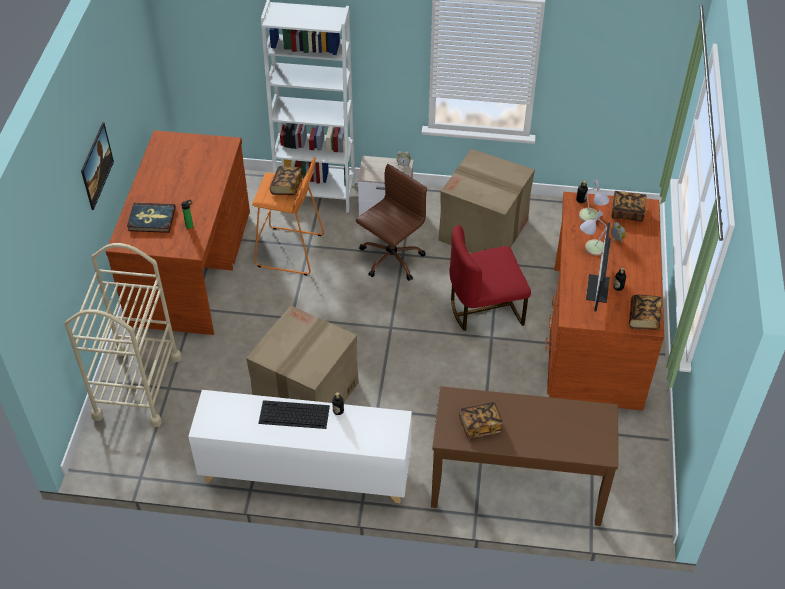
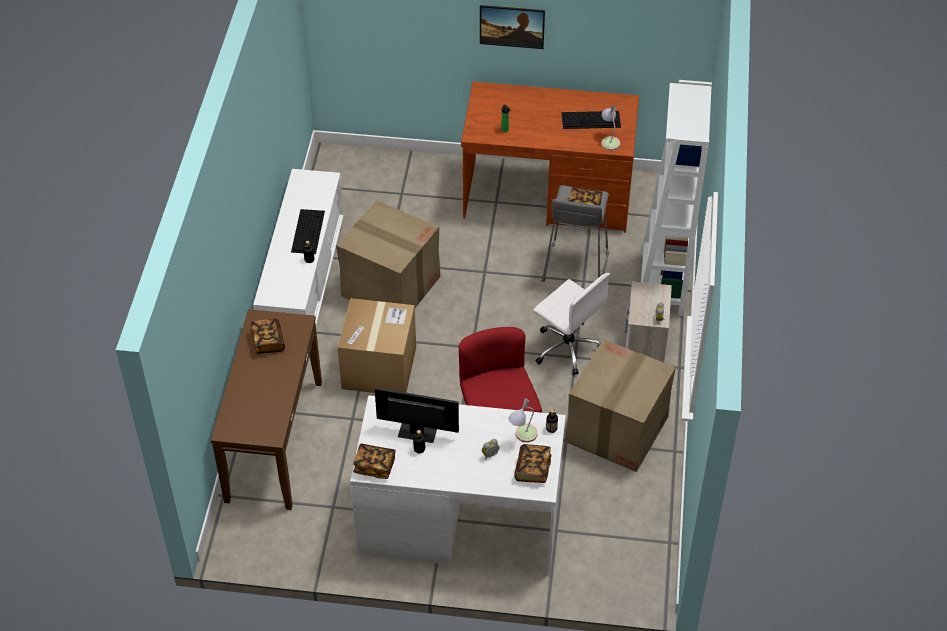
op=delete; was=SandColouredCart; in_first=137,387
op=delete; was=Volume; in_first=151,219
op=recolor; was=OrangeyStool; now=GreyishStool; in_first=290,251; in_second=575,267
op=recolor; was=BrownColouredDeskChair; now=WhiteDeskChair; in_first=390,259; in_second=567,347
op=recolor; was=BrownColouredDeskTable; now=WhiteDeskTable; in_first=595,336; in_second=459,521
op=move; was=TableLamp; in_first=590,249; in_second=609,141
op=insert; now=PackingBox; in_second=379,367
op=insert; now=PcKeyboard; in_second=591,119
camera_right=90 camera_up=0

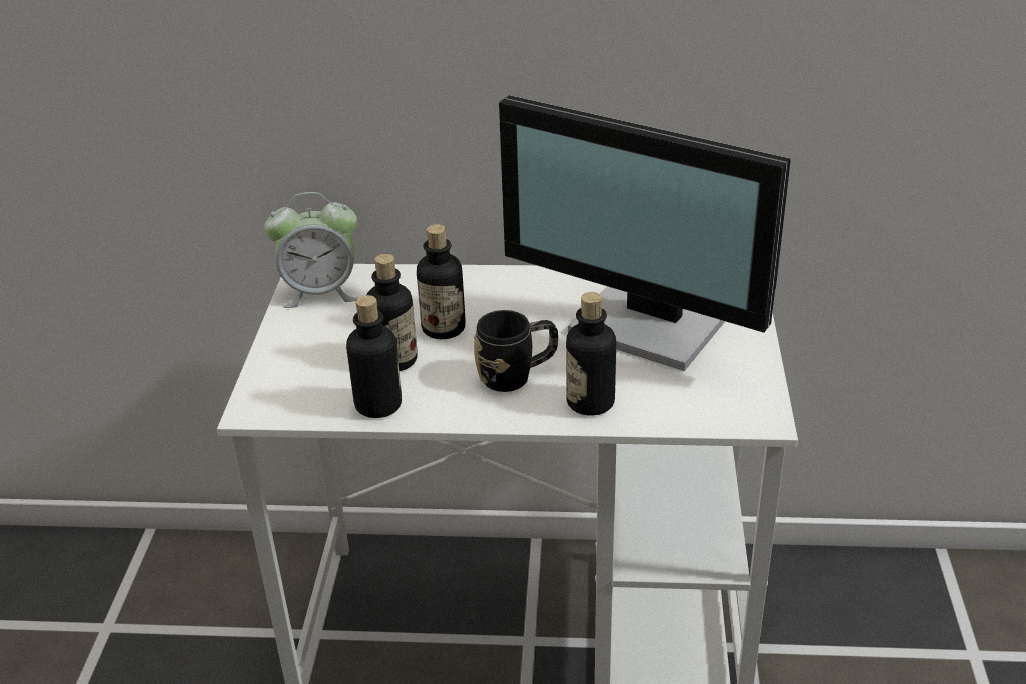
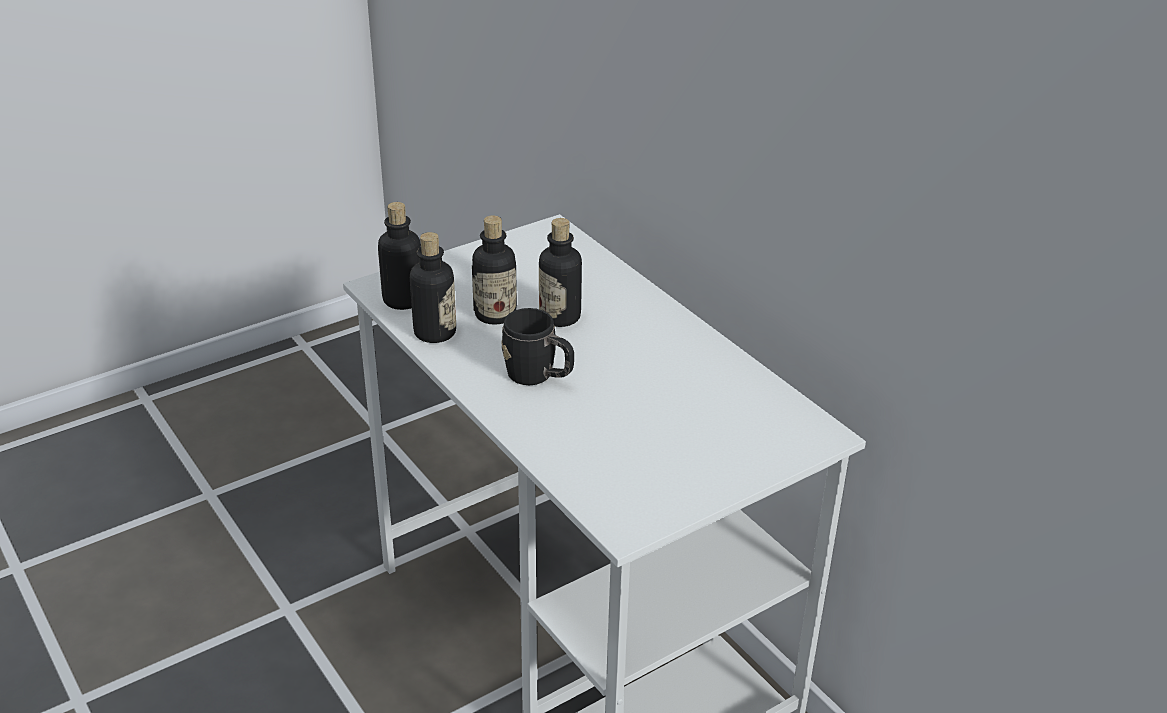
op=delete; was=AlarmClock; in_first=320,292
op=delete; was=ComputerDisplay; in_first=652,324
op=move; was=Bottle; in_first=590,402; in_second=403,300
camera_right=50 camera_up=0

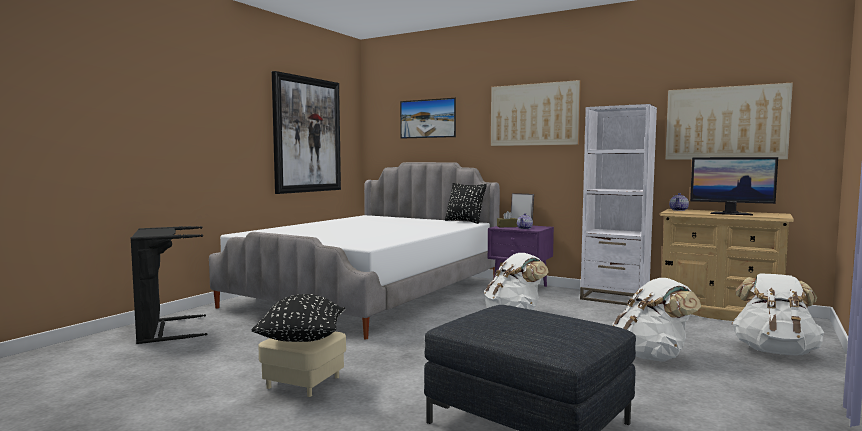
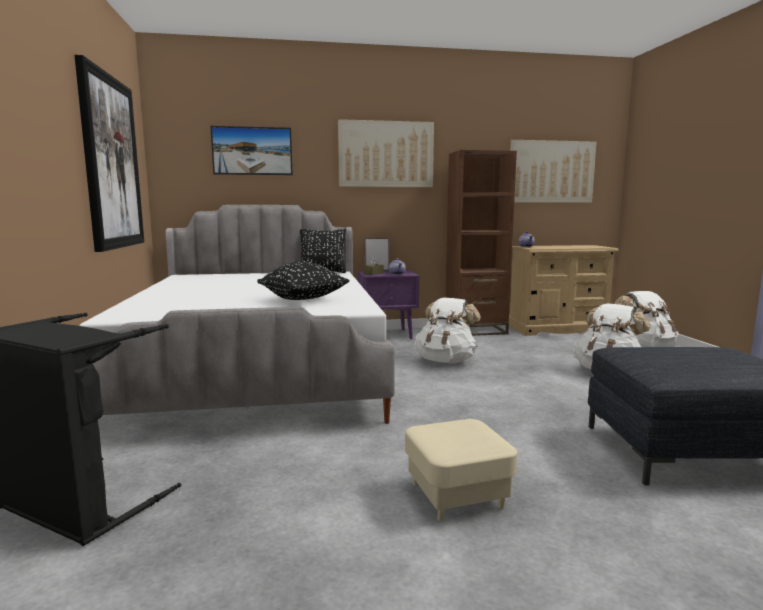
op=move; was=BlackishThrowPillow; in_first=301,340; in_second=303,299
op=recolor; was=WhiteBookshelf; now=BrownColouredBookshelf; in_first=614,298; in_second=475,330
op=delete; was=ComputerDisplay; in_first=730,213
camera_right=-40 camera_up=5

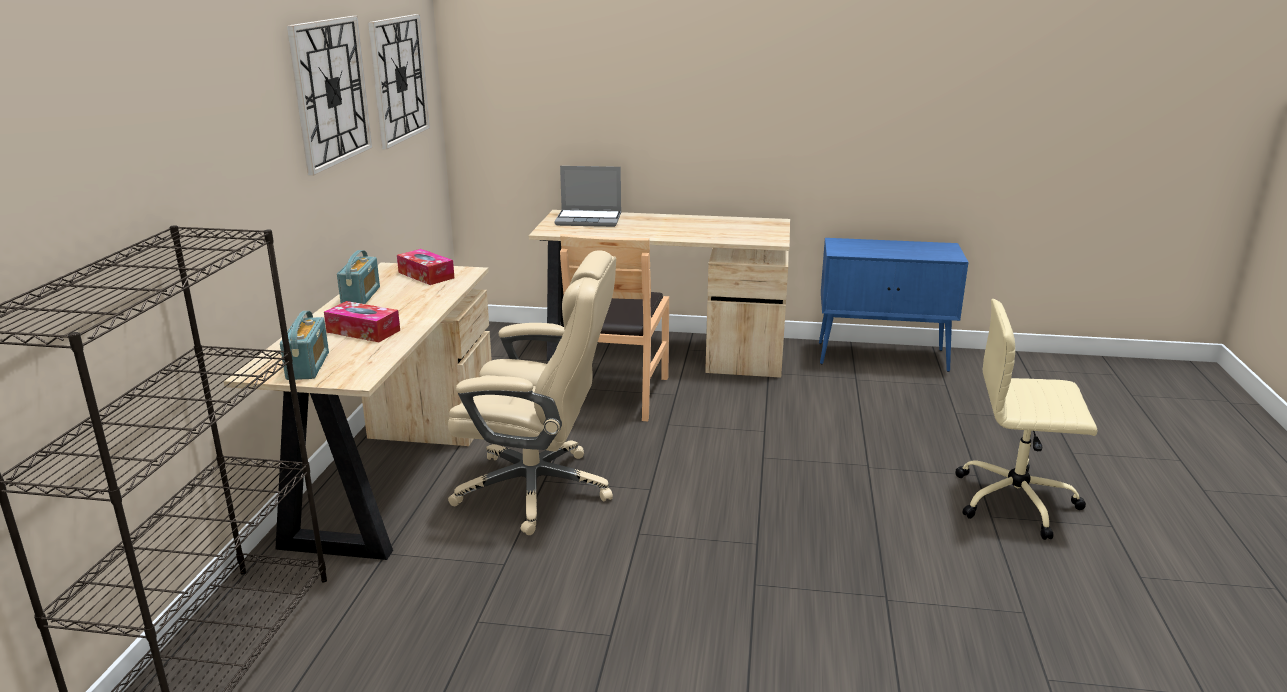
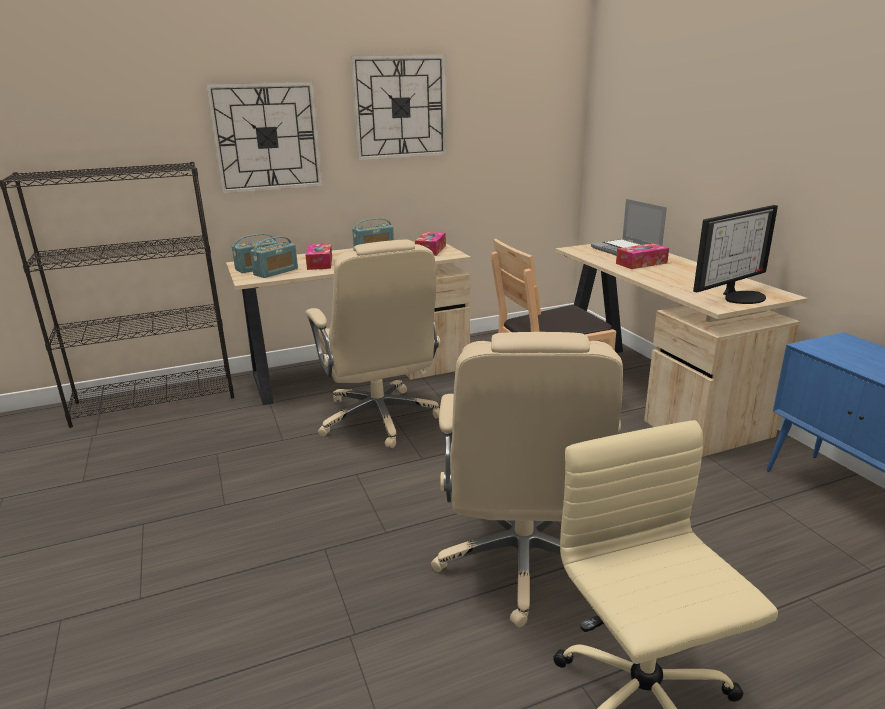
op=move; was=HangingClock; in_first=398,79; in_second=266,137
op=insert; now=Radio; in_second=276,272
op=insert; now=SandColouredDeskChair; in_second=523,562
op=insert; now=TissueBox; in_second=641,263
op=insert; now=ComputerDisplay; in_second=740,296
camera_right=60 camera_up=0

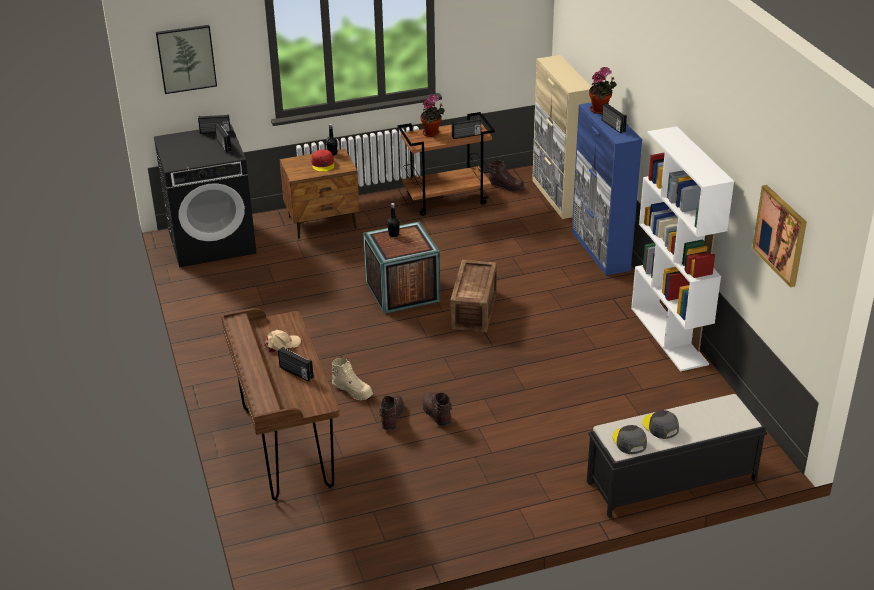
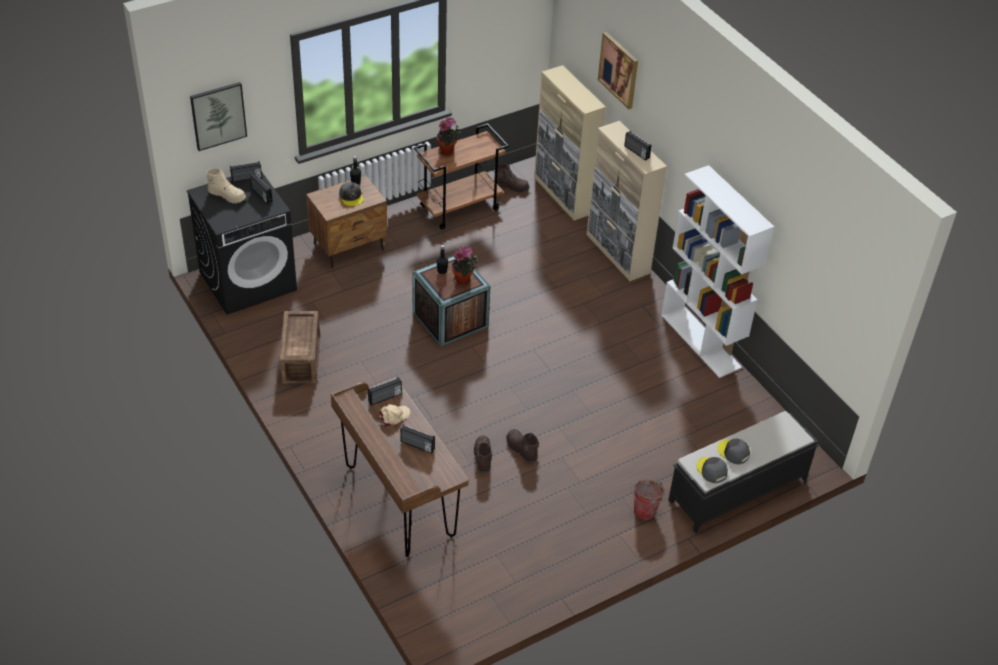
op=recolor; was=RedBaseballCap; now=GreyishBaseballCap; in_first=323,164; in_second=351,197
op=move; was=SandColouredHighTopBoot; in_first=353,391; in_second=227,195
op=move; was=PackingCrate; in_first=475,309; in_second=302,358
op=move; was=Radio; in_first=466,136; in_second=385,398
op=recolor; was=BlueCabinet; now=SandColouredCabinet; in_first=600,251; in_second=618,254
op=move; was=Houseplant; in_first=600,110; in_second=463,281
op=move; was=WallArt; in_first=780,235; in_second=619,70
op=insert; now=WaterBucket; in_second=646,510
camera_right=-15 camera_up=10

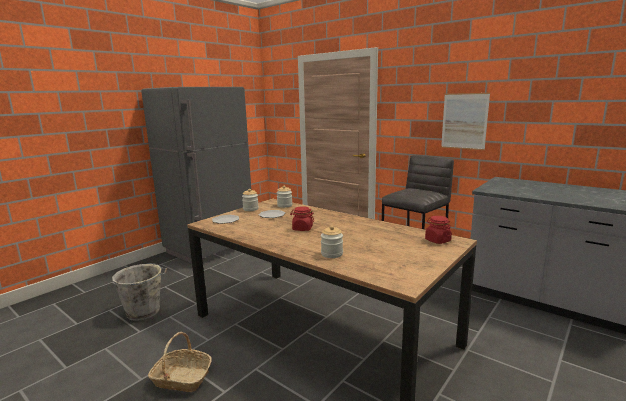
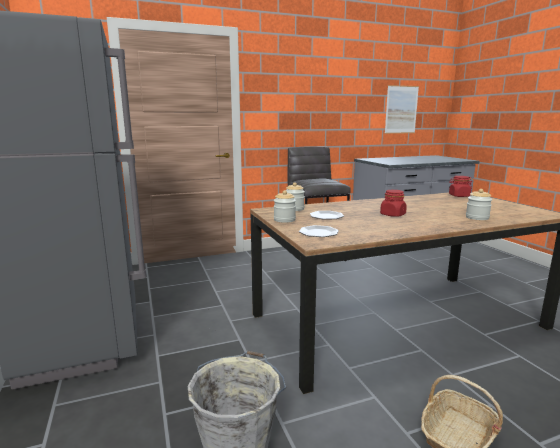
op=move; was=WallArt; in_first=464,121; in_second=401,109
camera_right=-60 camera_up=0

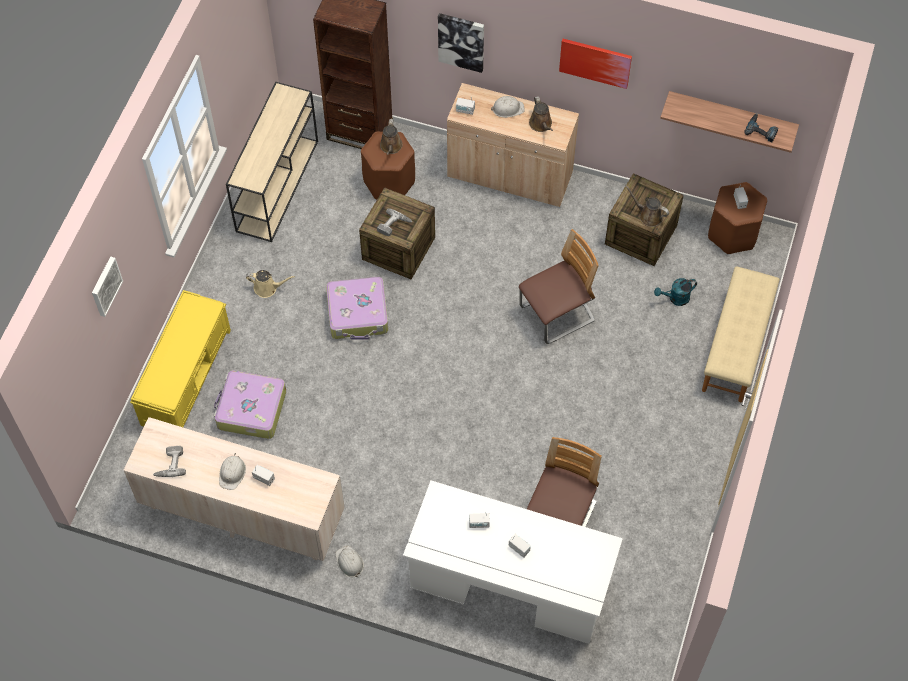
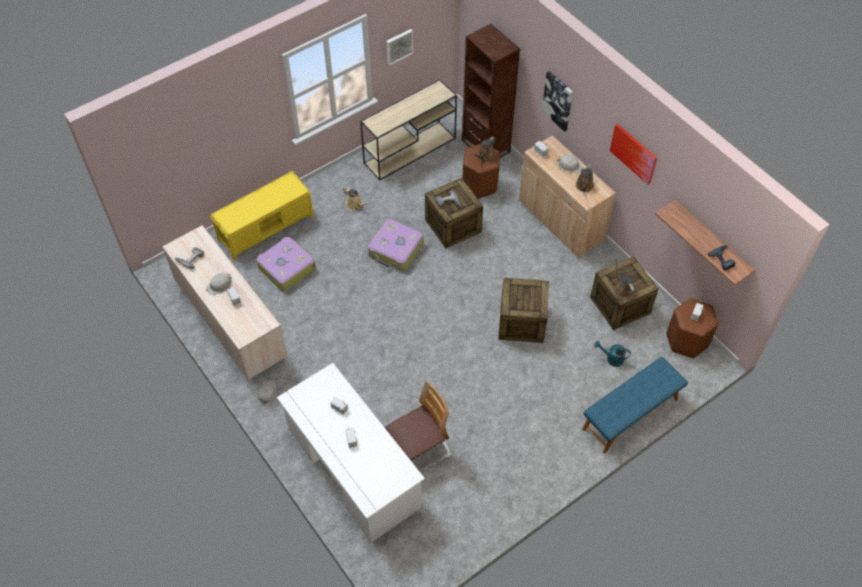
op=move; was=WallArt; in_first=105,286; in_second=398,46
op=replace; was=Chair; now=PackingCrate; in_first=556,314; in_second=521,322
op=recolor; was=SandColouredBench; now=BlueBench; in_first=736,346; in_second=630,414
camera_right=35 camera_up=-5

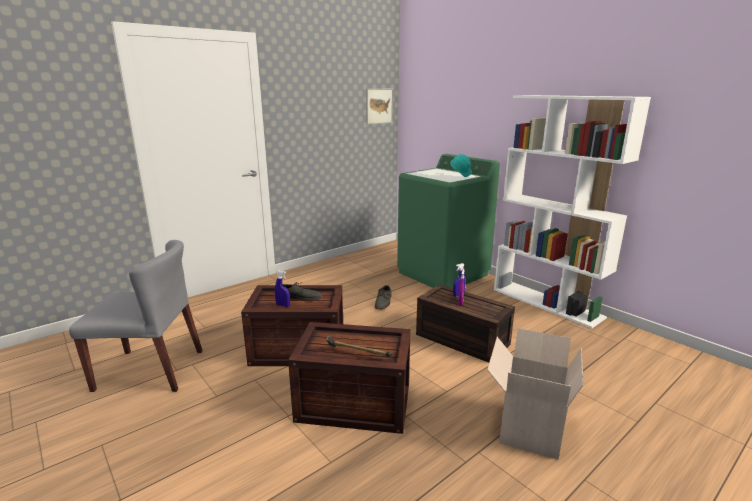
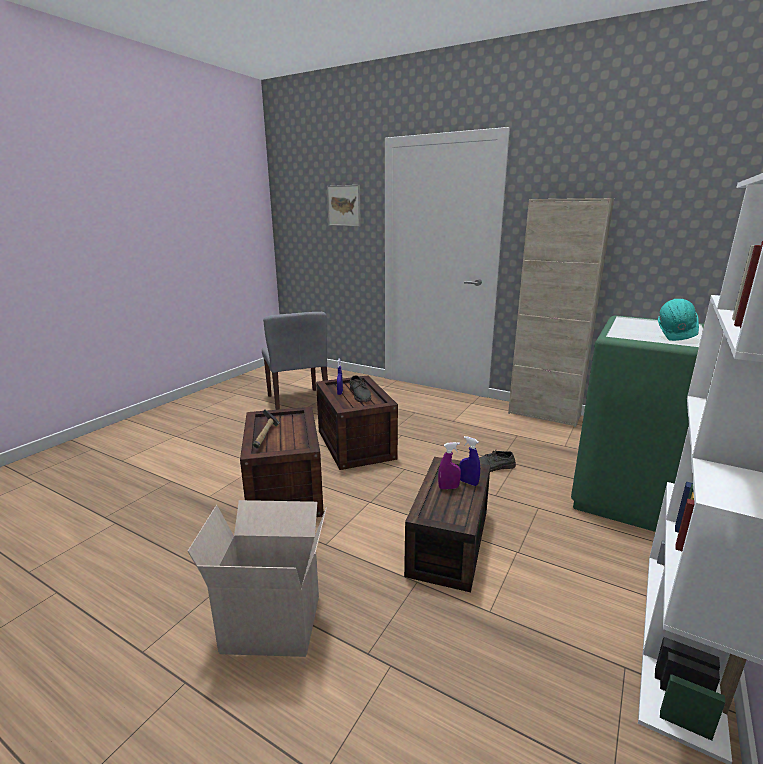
op=move; was=WallArt; in_first=379,106; in_second=344,205
op=insert; now=SandColouredCabinet; in_second=544,414
camera_right=70 camera_up=0

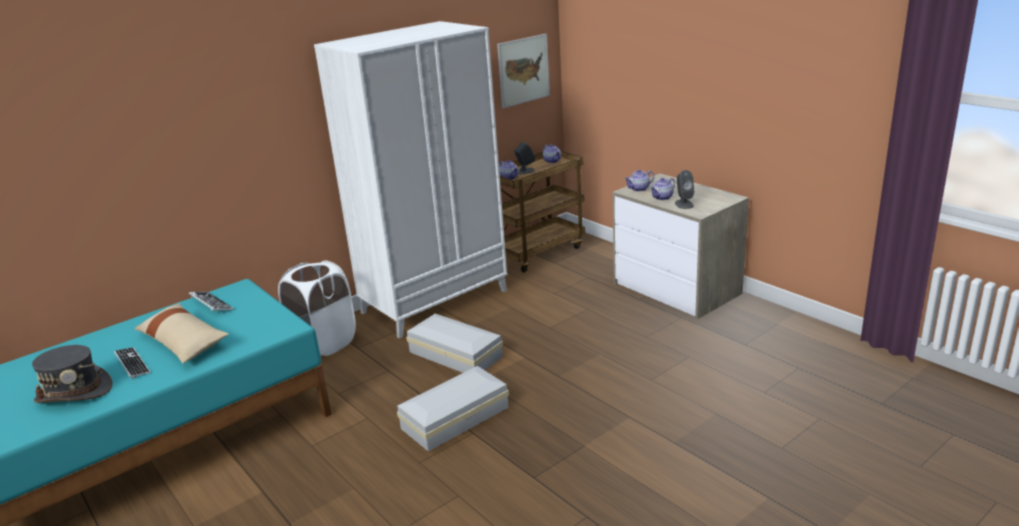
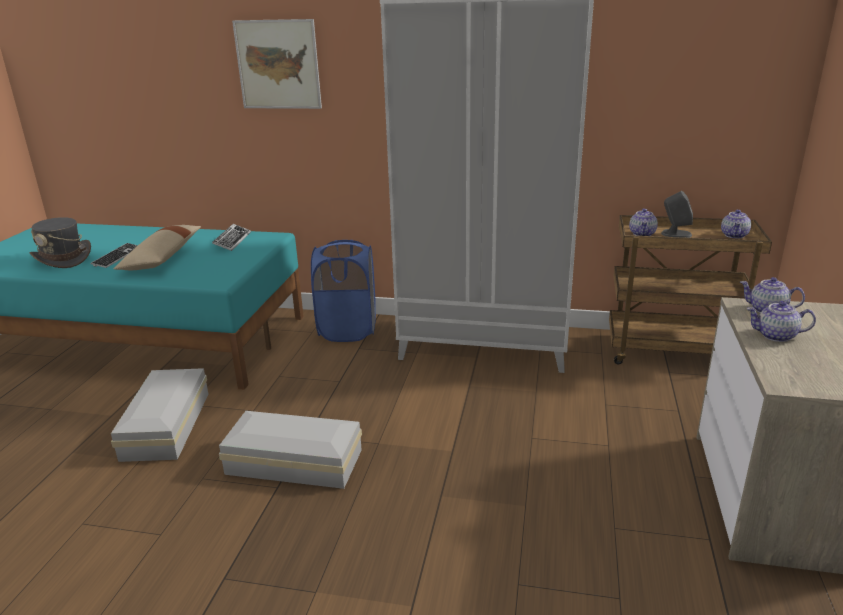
op=recolor; was=WhiteWashingBasket; now=BlueWashingBasket; in_first=324,344; in_second=348,330
op=move; was=WhiteStorageContainer; in_first=455,353; in_second=168,424
op=move; was=WallArt; in_first=523,70; in_second=278,65
op=delete; was=GreyishLoudspeaker; in_first=684,204
camera_right=50 camera_up=0

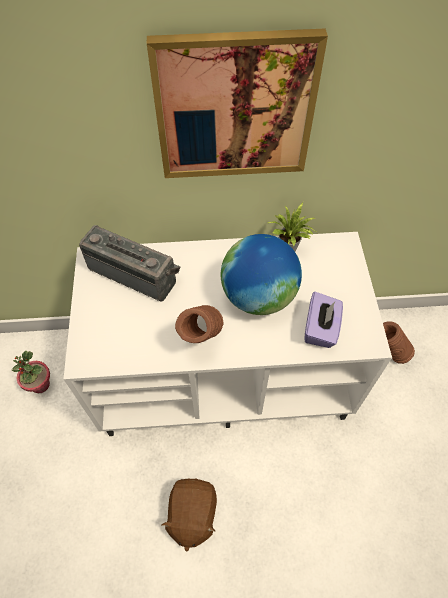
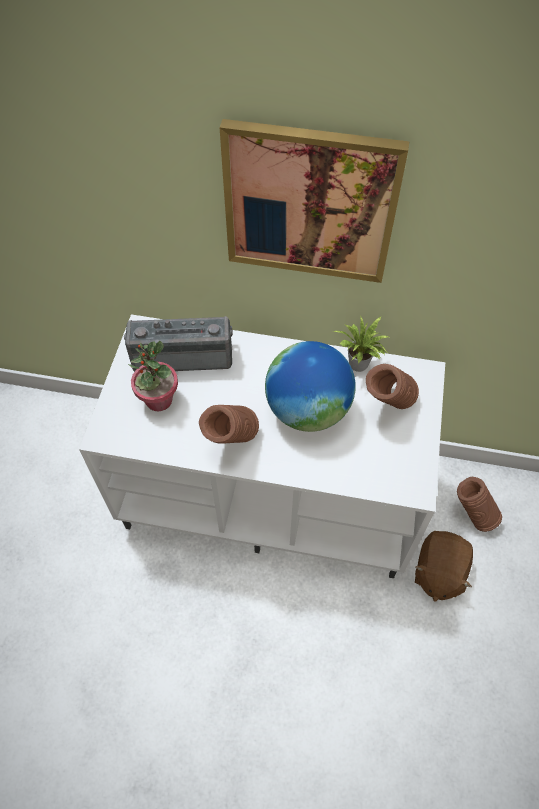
op=move; was=Houseplant; in_first=40,385; in_second=158,400
op=rotate; was=Radio; in_first=135,272; in_second=183,355; clockwise=-45
op=move; was=BrownColouredPlushToy; in_first=192,515; in_second=438,572
op=delete; was=PurpleColouredTissueBox; in_first=320,329
op=insert; now=BrownColouredFlowerVase; in_second=388,406
camera_right=15 camera_up=0

